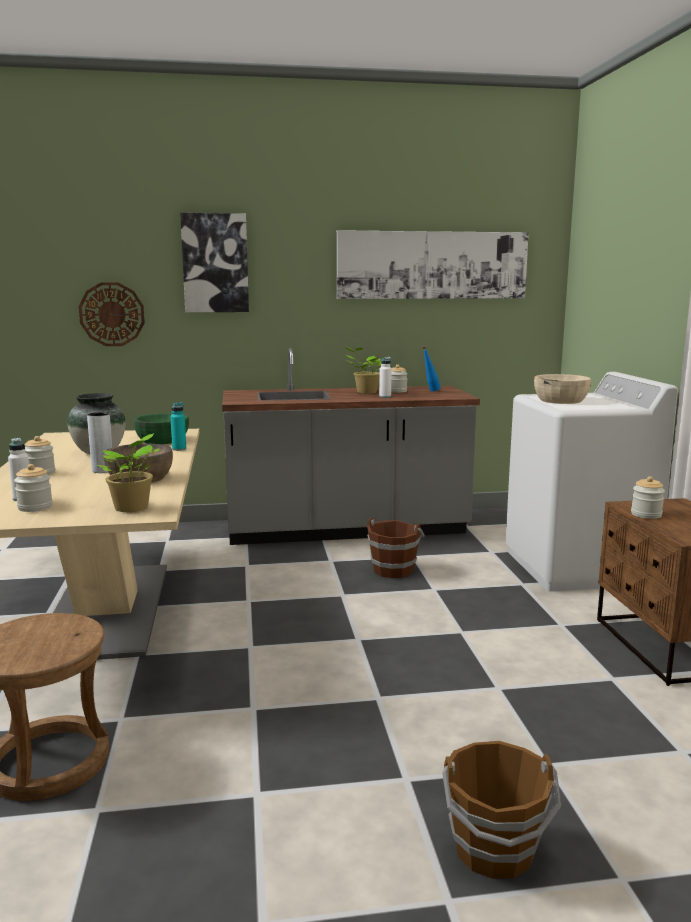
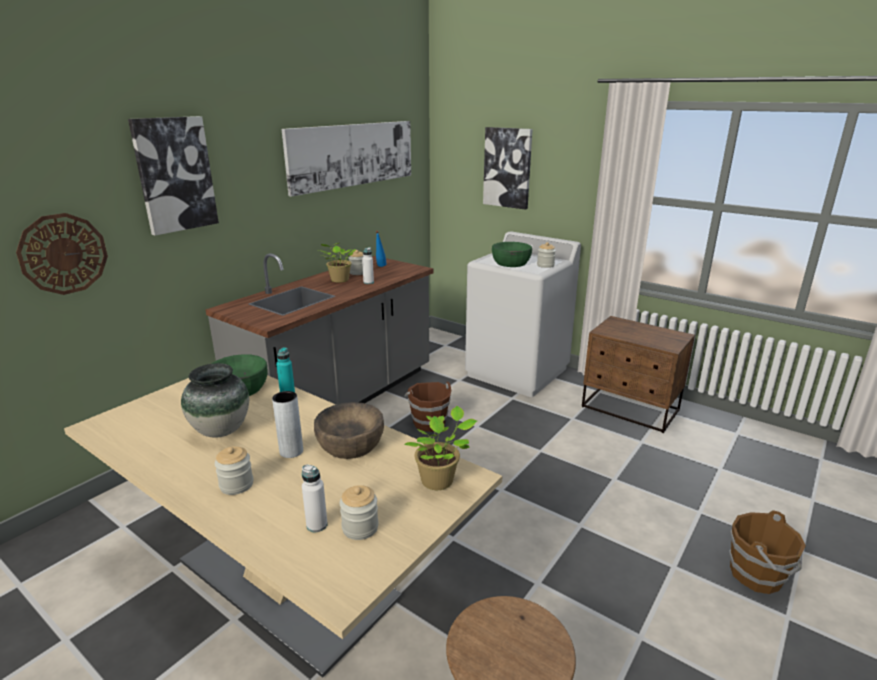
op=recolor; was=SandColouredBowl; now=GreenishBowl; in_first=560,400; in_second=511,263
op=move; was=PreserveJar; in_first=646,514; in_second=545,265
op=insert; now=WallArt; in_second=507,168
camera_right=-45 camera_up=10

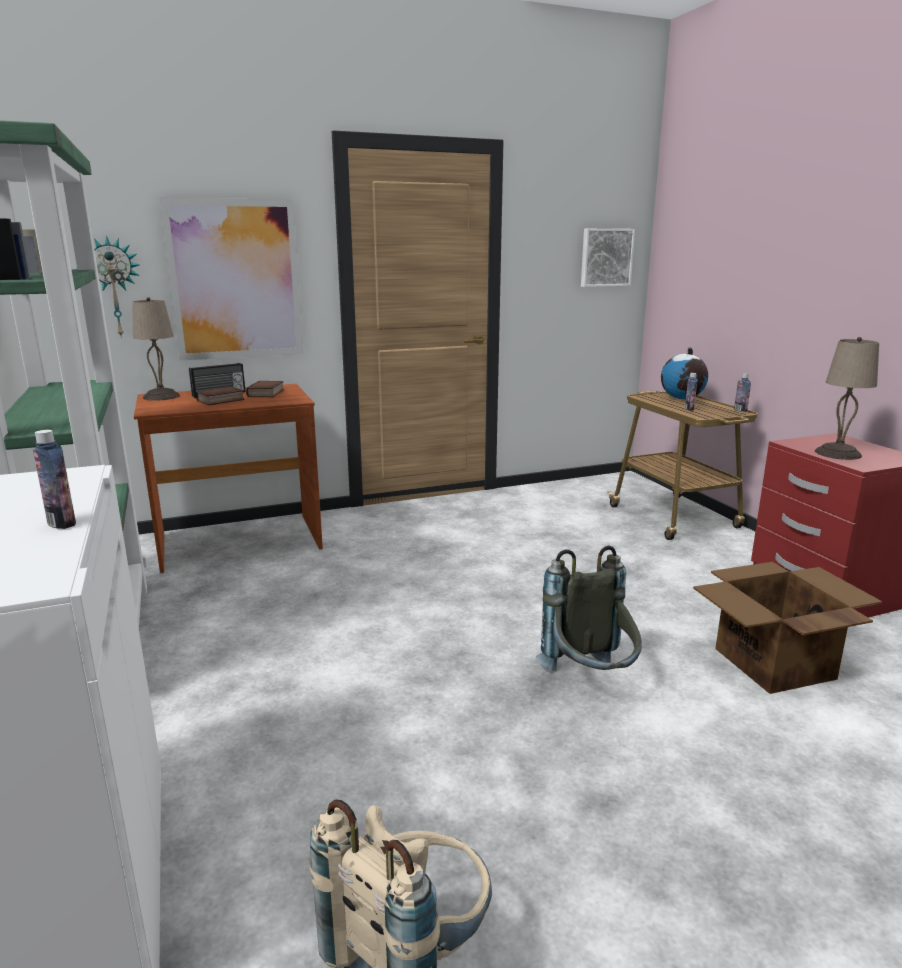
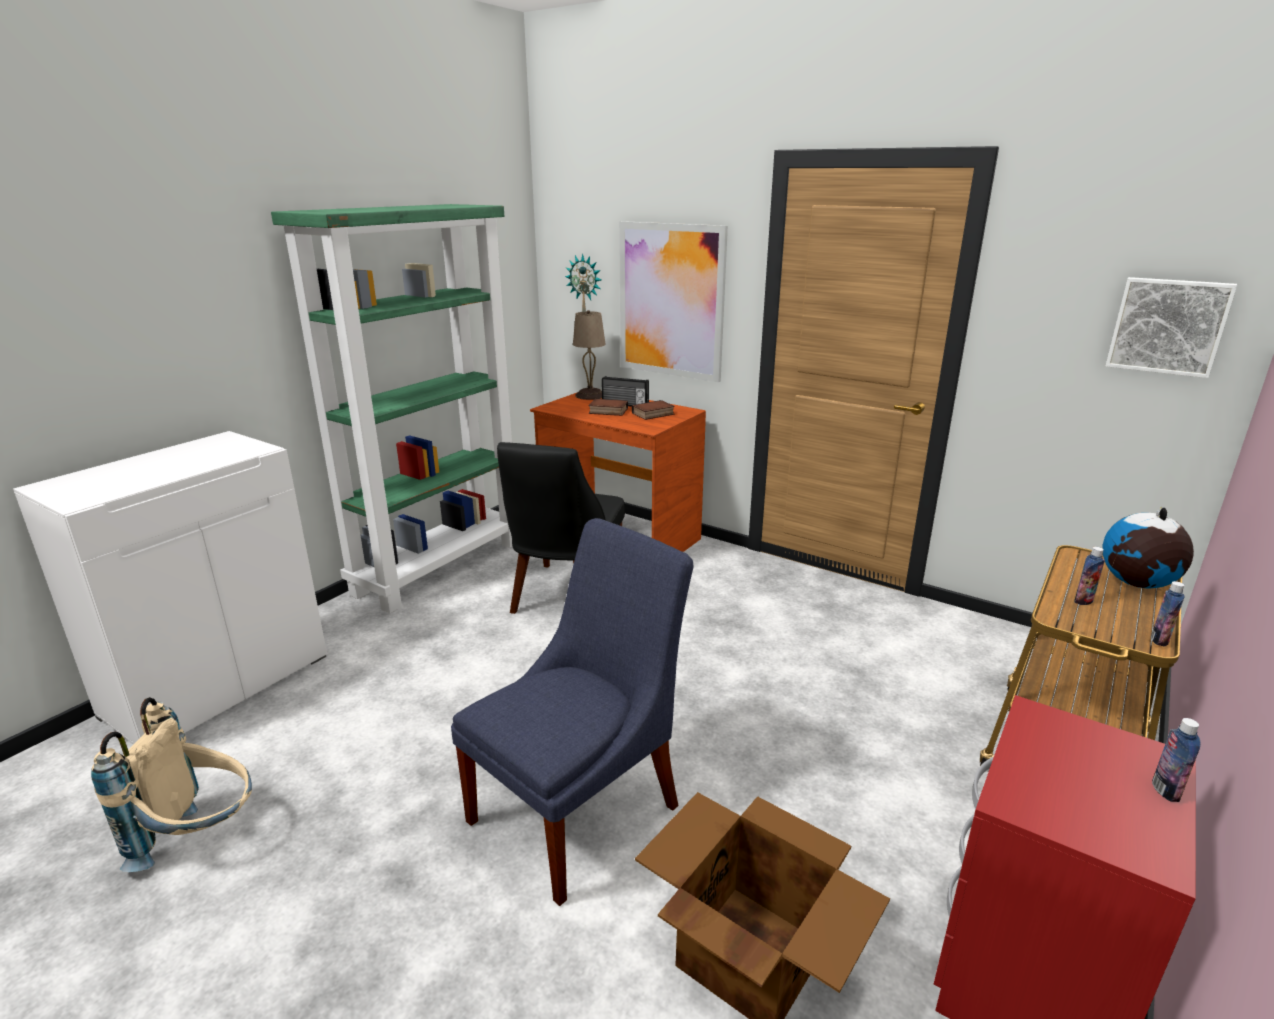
op=move; was=Bottle; in_first=61,523; in_second=1165,790
op=replace; was=GreyishKnapsack; now=BlueChair; in_first=590,680; in_second=581,808
op=delete; was=SandColouredTableLamp; in_first=837,453
op=insert; now=BlackishChair; in_second=564,596
camera_right=55 camera_up=5

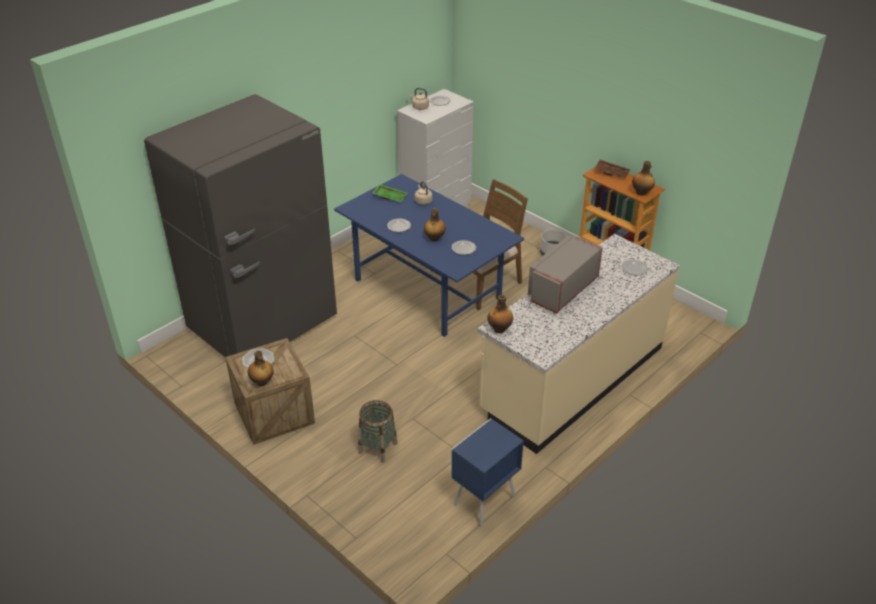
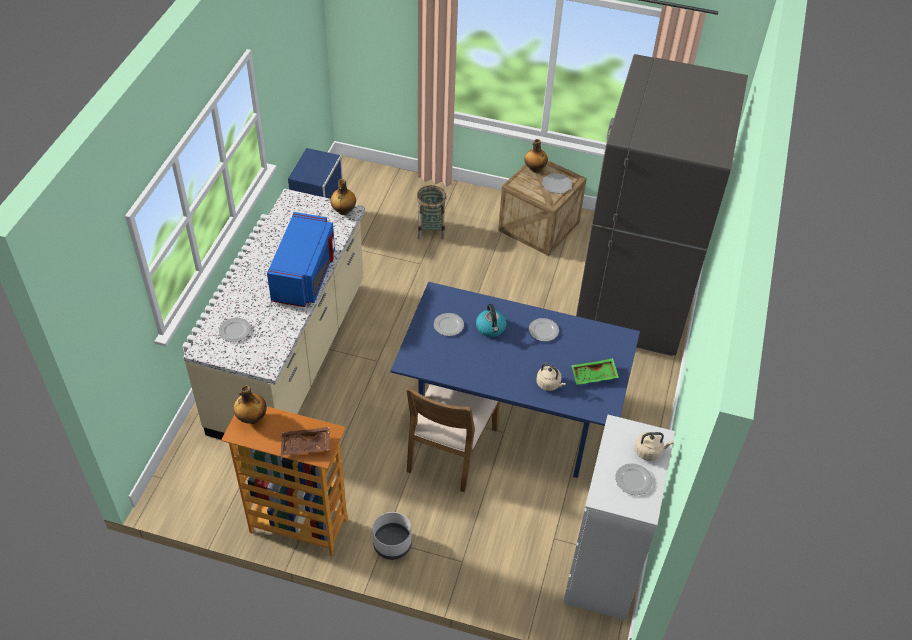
op=replace; was=Bottle; now=Kettle; in_first=434,238; in_second=491,328
op=recolor; was=GreyishKitchenMicrowave; now=BlueKitchenMicrowave; in_first=561,289; in_second=305,276
camera_right=150 camera_up=10

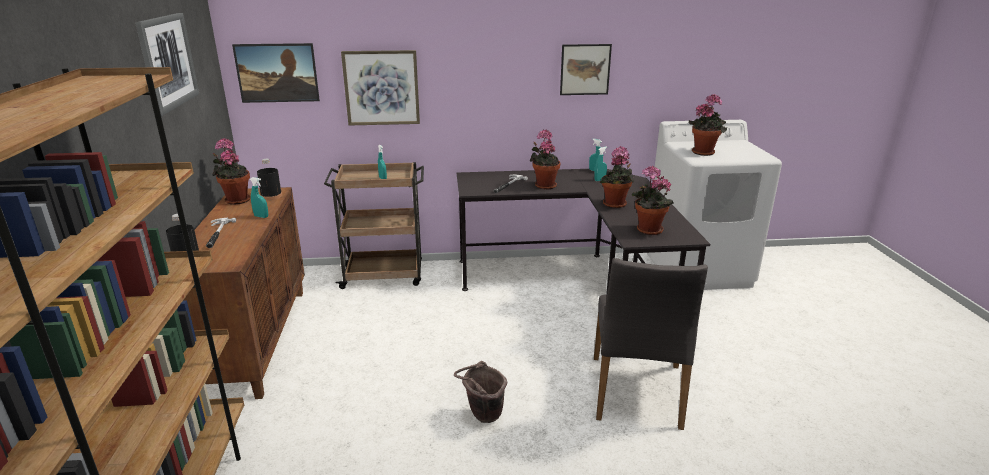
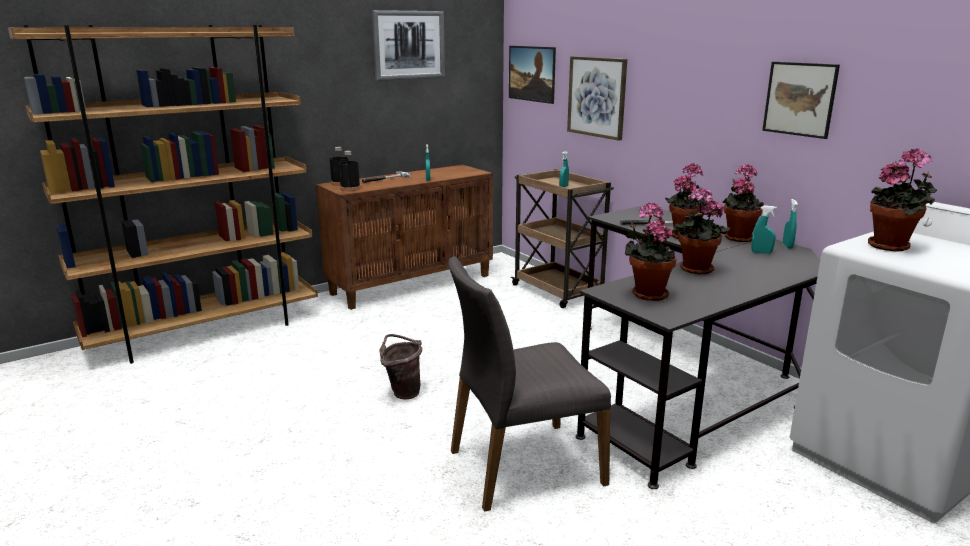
op=move; was=Houseplant; in_first=236,200; in_second=738,237
op=move; was=BlackishBottle; in_first=271,196; in_second=350,189
camera_right=60 camera_up=-5

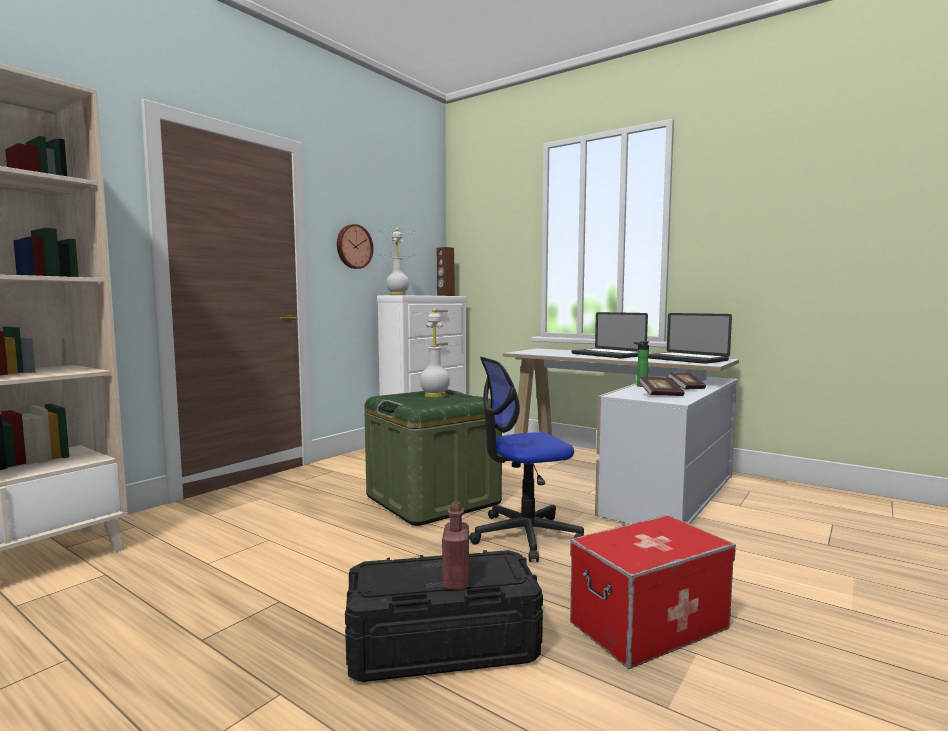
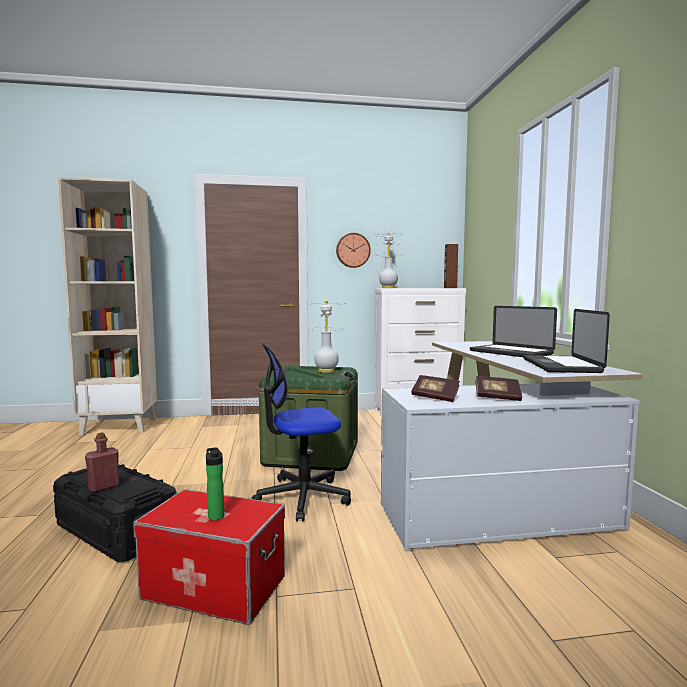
op=rotate; was=DeskChair; in_first=524,536; in_second=302,497; clockwise=-45
op=rotate; was=PortableComputer; in_first=607,355; in_second=510,352; clockwise=-45
op=move; was=Bottle; in_first=640,386; in_second=215,515
camera_right=45 camera_up=0

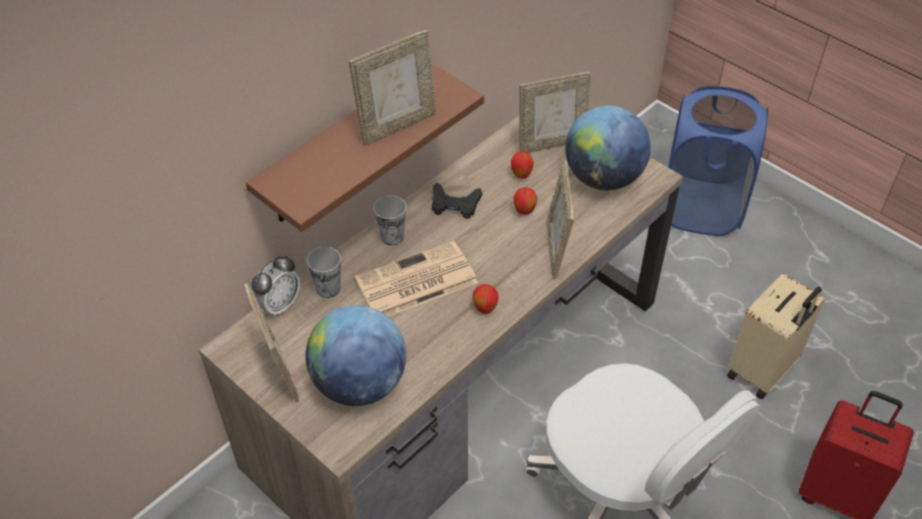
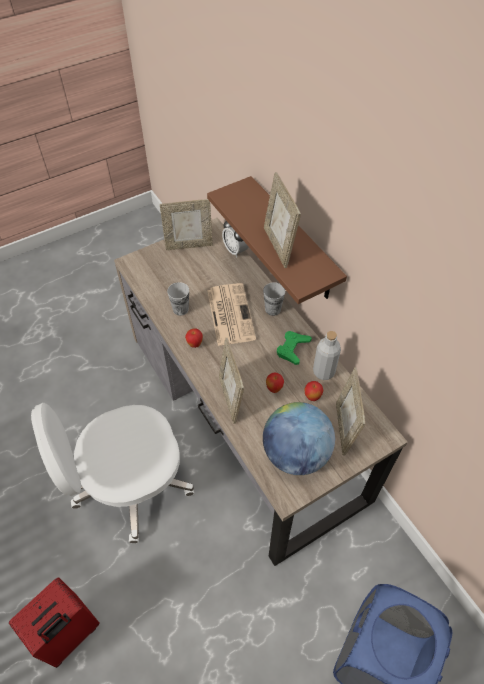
op=delete; was=WorldGlobe; in_first=359,383
op=move; was=SmallCup; in_first=328,288; in_second=180,309
op=recolor; was=BlackishGamepad; now=GreenishGamepad; in_first=455,204; in_second=292,349
op=rotate; was=StandingFrame; in_first=556,250; in_second=231,398; clockwise=-120
op=delete; was=SandColouredPieceOfLuggage; in_first=763,371
op=insert; now=GreyishBottle; in_second=323,372
camera_right=105 camera_up=5

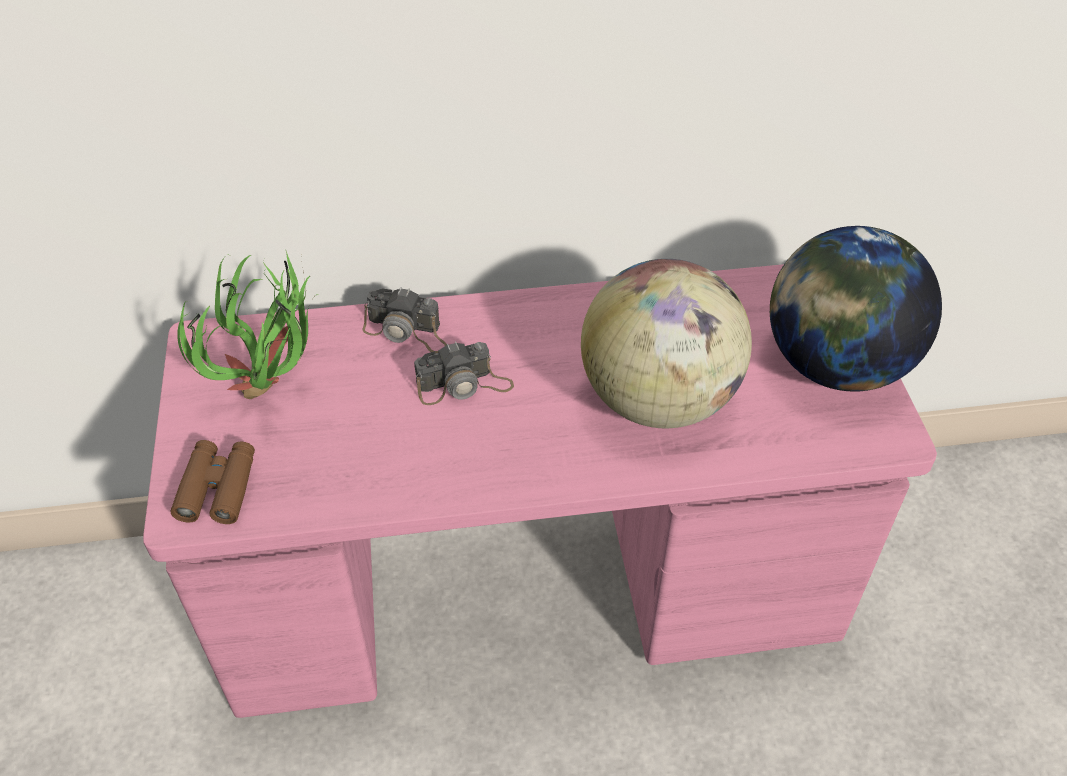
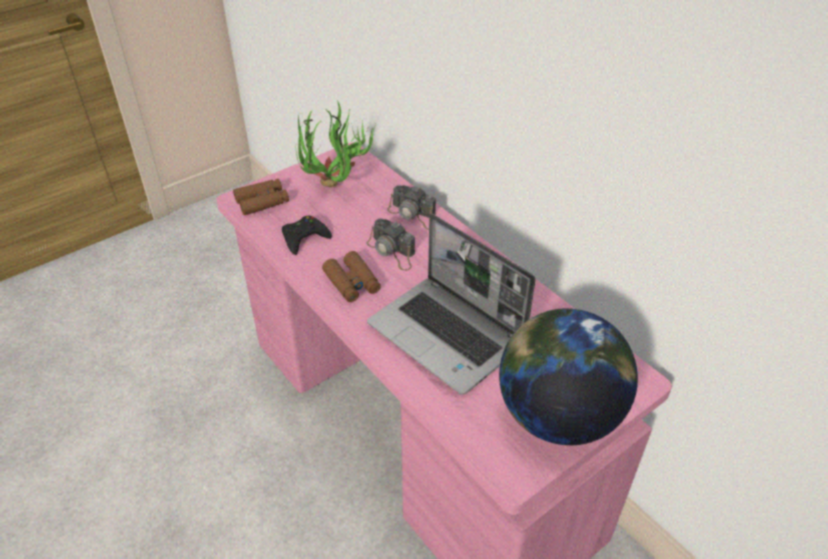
op=rotate; was=StillCamera; in_first=407,332; in_second=414,215; clockwise=-45
op=replace; was=WorldGlobe; now=PortableComputer; in_first=658,399; in_second=448,335
op=insert; now=BlackishGamepad; in_second=304,238
op=insert; now=BrownColouredFieldGlasses; in_second=352,282
camera_right=60 camera_up=-5

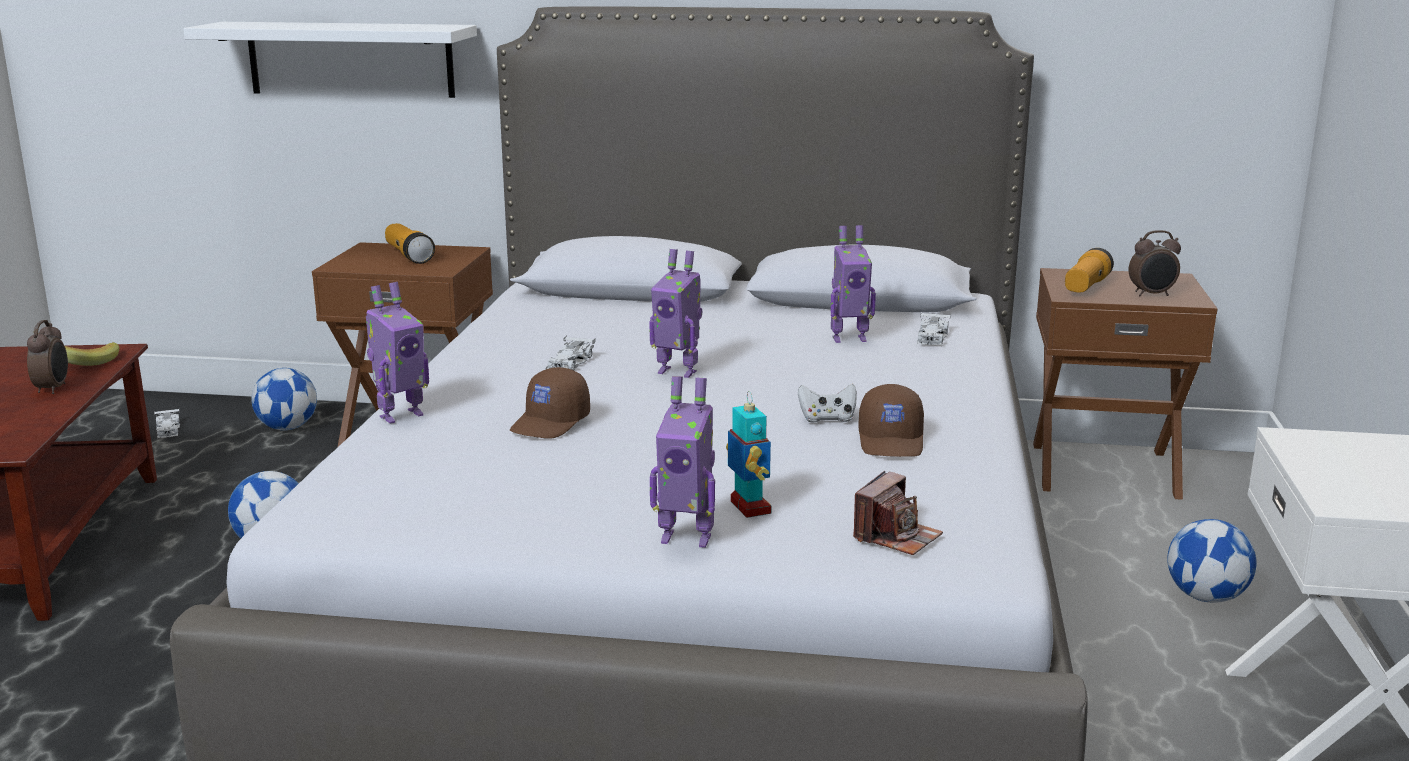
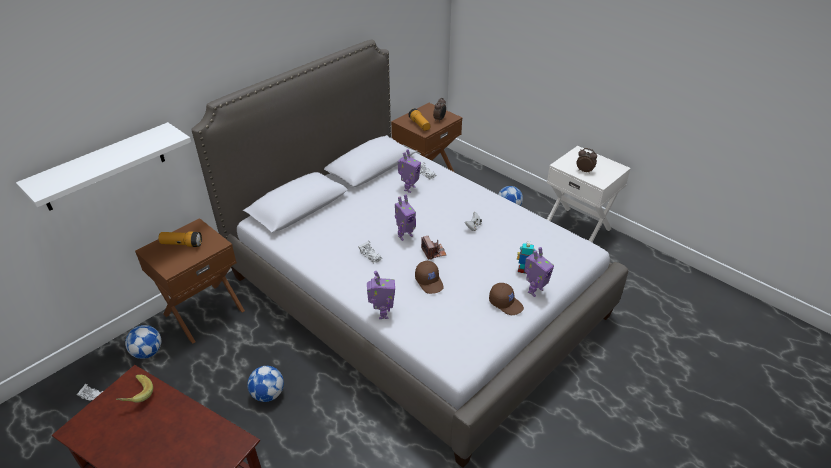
op=move; was=AlarmClock; in_first=53,389; in_second=584,170
op=move; was=StillCamera; in_first=896,537; in_second=433,252
op=move; was=BrownColouredBaseballCap; in_first=892,441; in_second=506,303
camera_right=-55 camera_up=20

